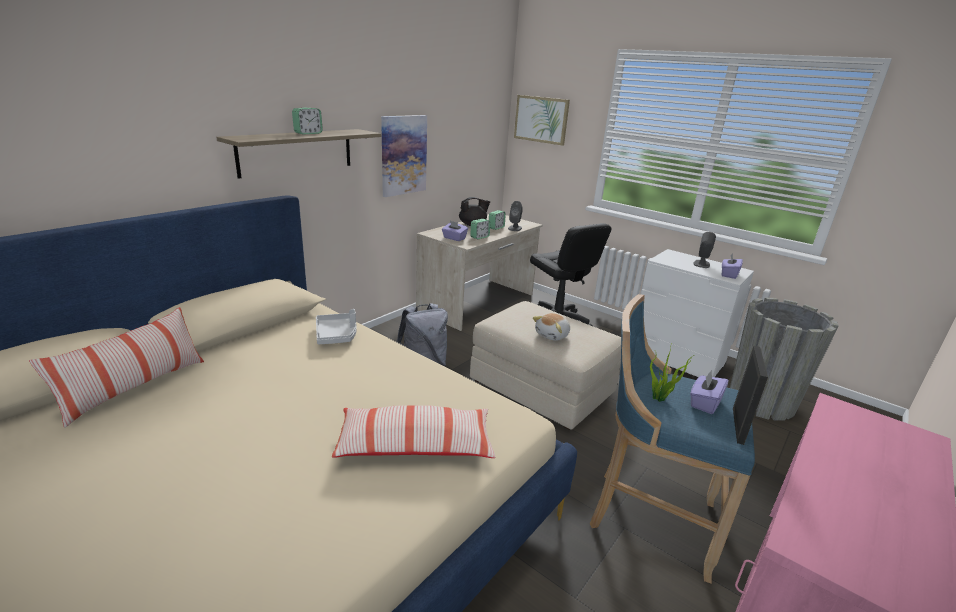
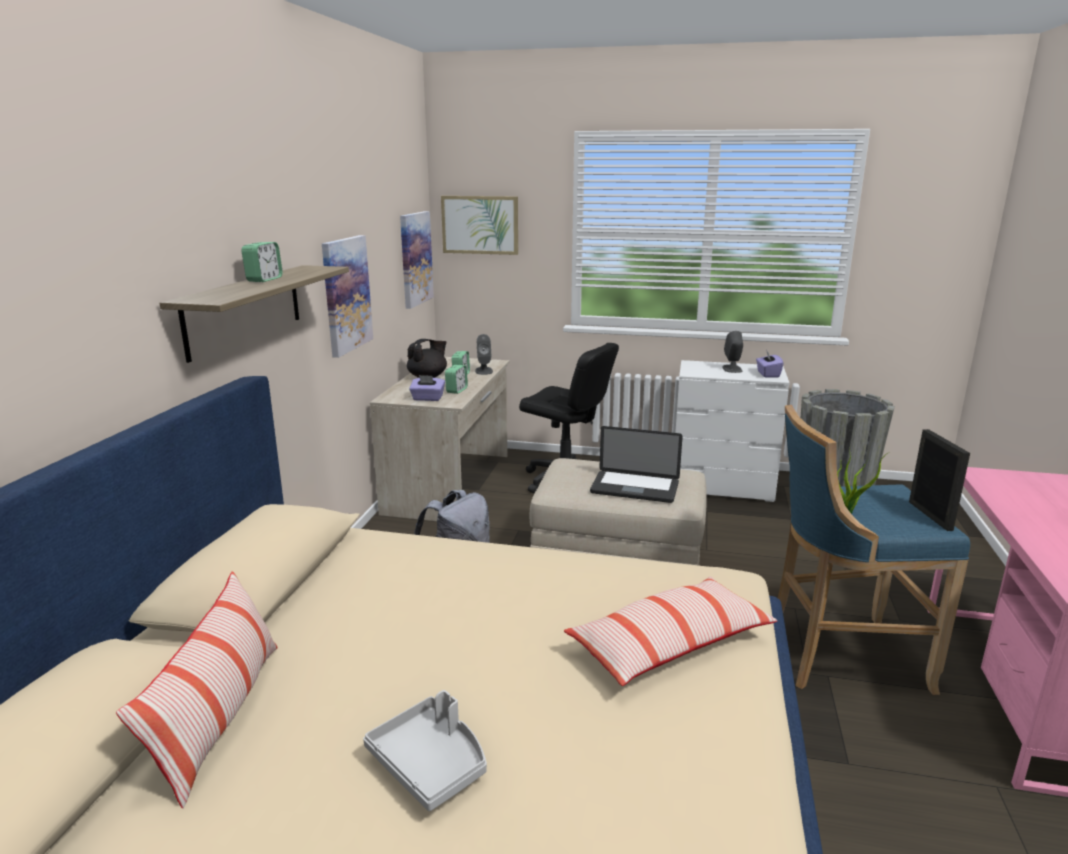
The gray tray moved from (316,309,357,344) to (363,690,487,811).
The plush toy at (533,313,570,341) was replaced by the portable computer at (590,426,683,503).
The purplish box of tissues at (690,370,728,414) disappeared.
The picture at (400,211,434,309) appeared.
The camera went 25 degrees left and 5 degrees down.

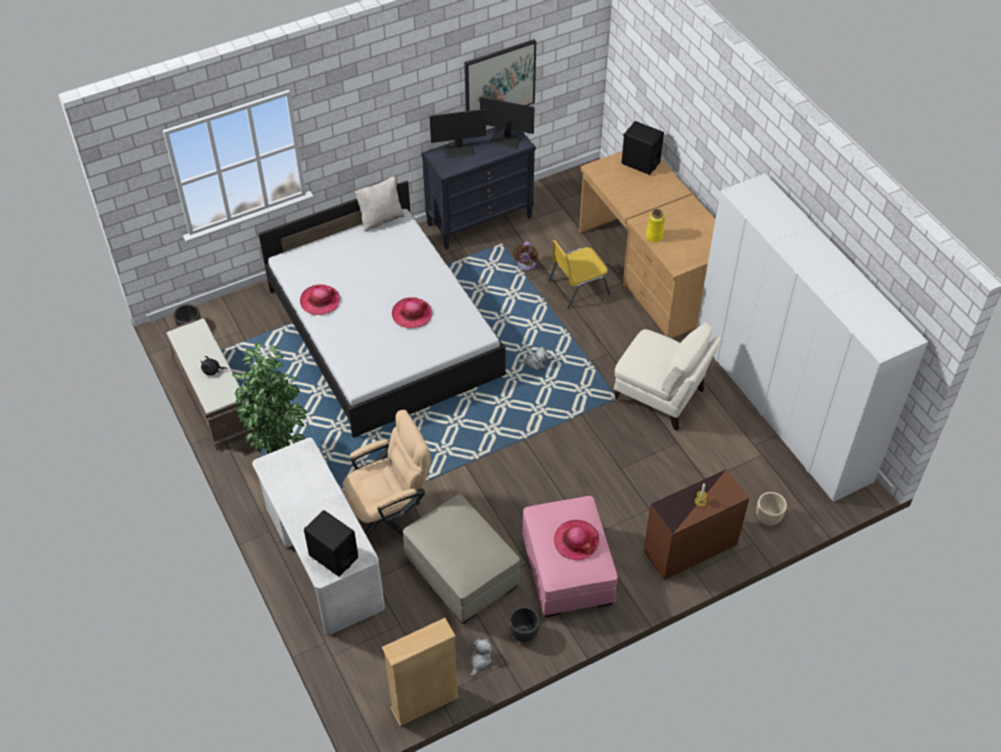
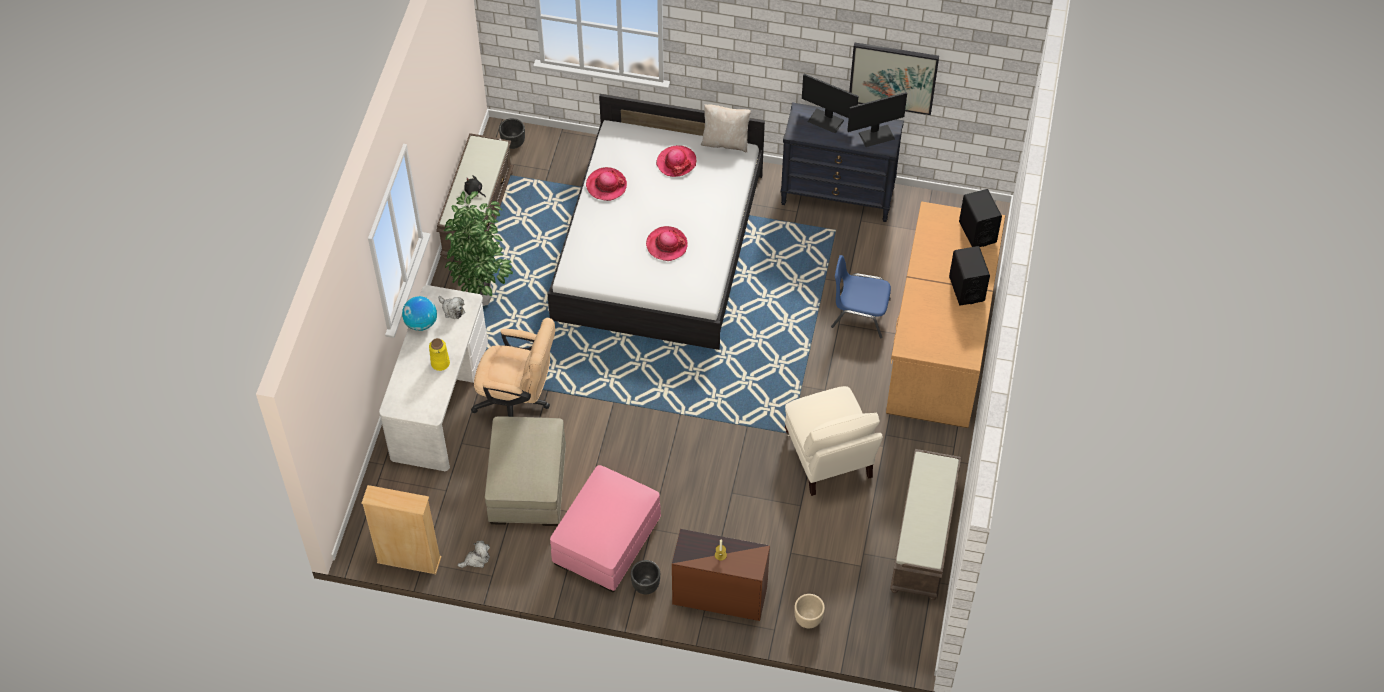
The computer display at (480,97,535,149) turned 75 degrees counterclockwise.
The white-coloured armoire at (696,173,928,502) was replaced by the brownish bench at (890,449,962,600).
The yellow flower vase moved from (646,209,665,242) to (429,338,450,371).
The yellow upright chair at (548,240,610,309) became the blue-coloured upright chair at (831,255,891,339).
The brownish fan at (513,241,538,271) disappeared.
The plush toy moved from (517,346,549,370) to (438,296,465,319).
The black-coloured loudspeaker moved from (304,510,358,576) to (949,246,990,305).
The wearable hat moved from (554,520,599,560) to (656,145,696,177).
The black-coloured flower pot moved from (509,607,540,642) to (631,560,660,594).
The globe at (402,296,437,331) appeared.
The camera went 40 degrees right and 5 degrees up.

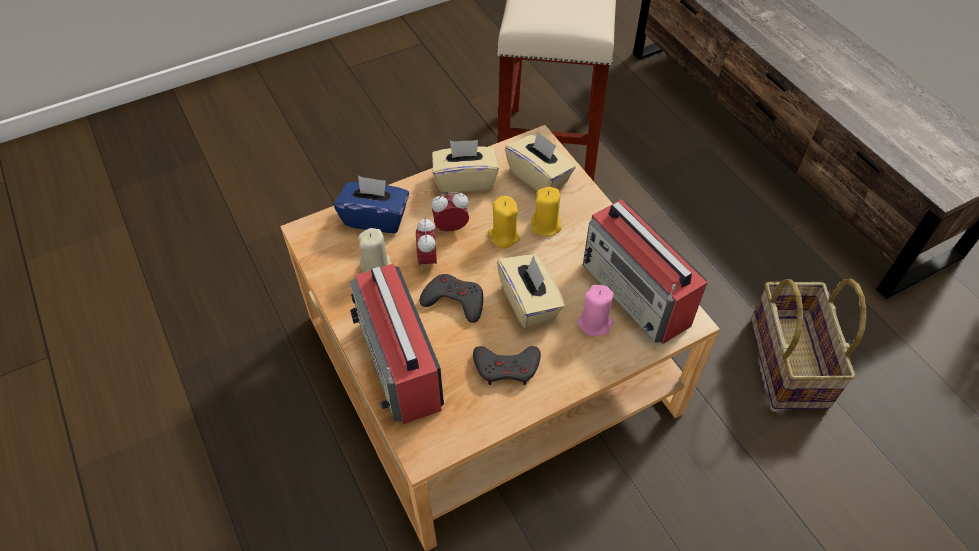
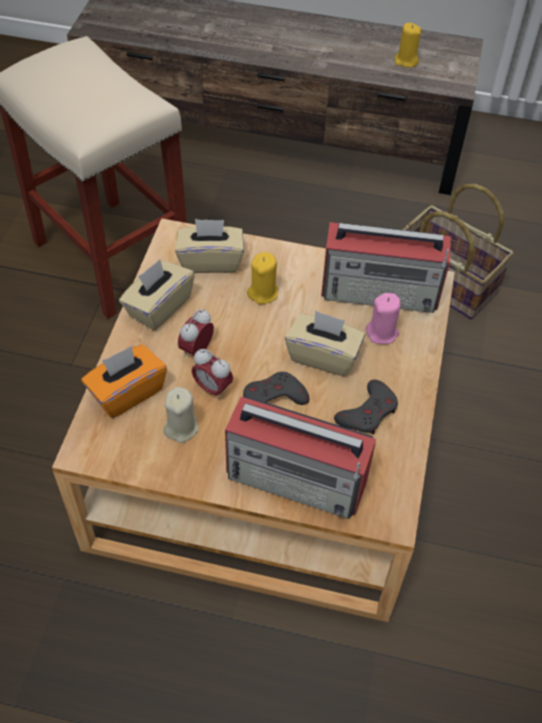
The blue-coloured box of tissues at (334,176,409,233) became the orangey box of tissues at (81,345,167,418).
The yellow candle moved from (488,196,520,248) to (394,23,421,68).
The camera went 50 degrees left and 0 degrees up.

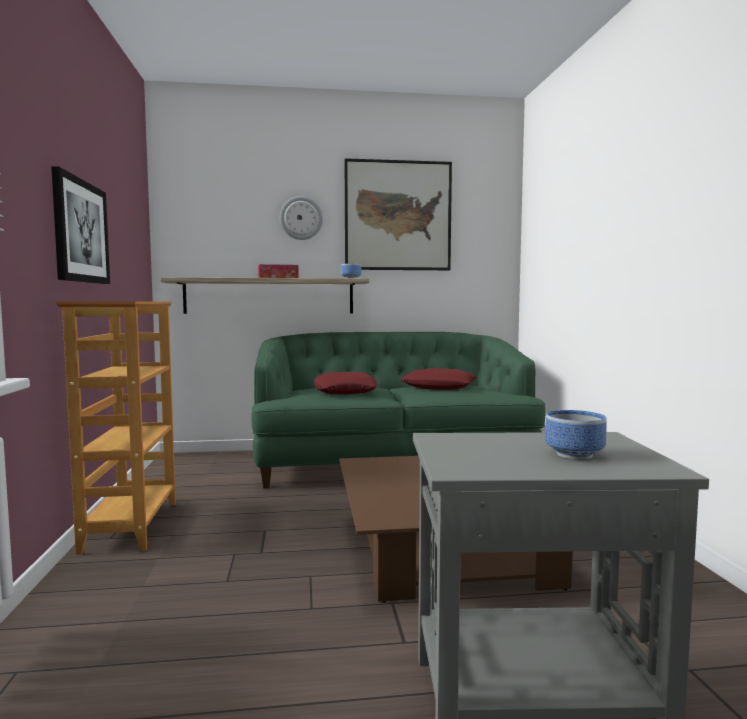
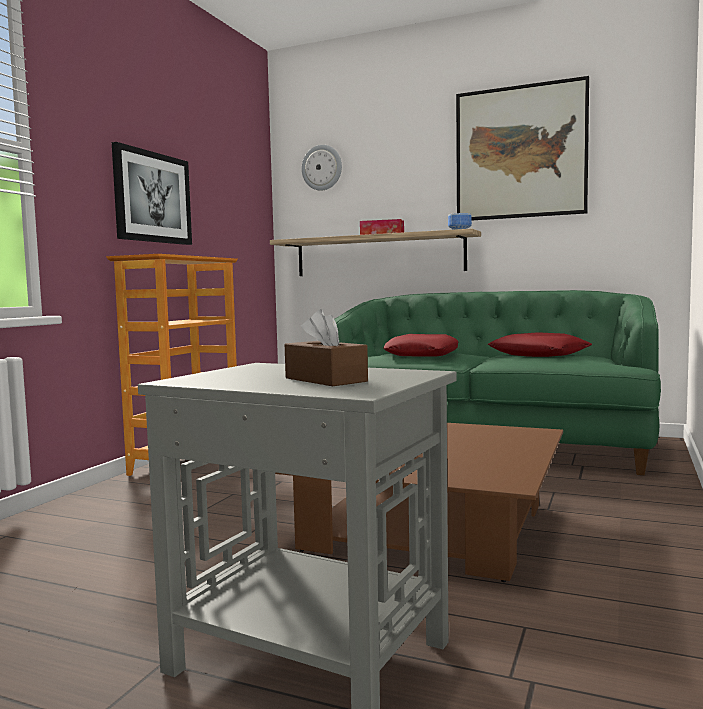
The clock on the wall moved from (280,196,323,240) to (302,145,342,191).
The bowl at (545,410,607,460) was replaced by the brownish box of tissues at (285,309,368,386).
The camera went 30 degrees right and 0 degrees up.

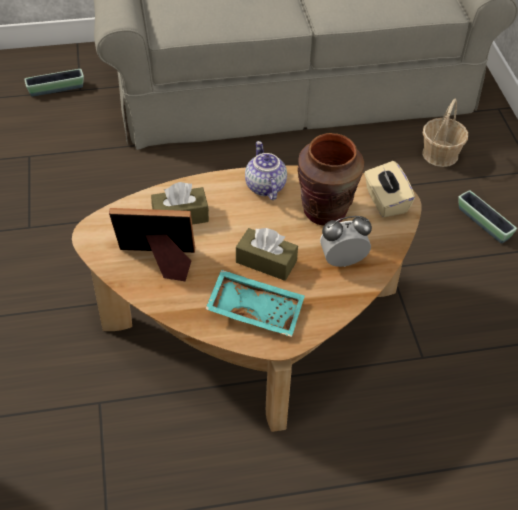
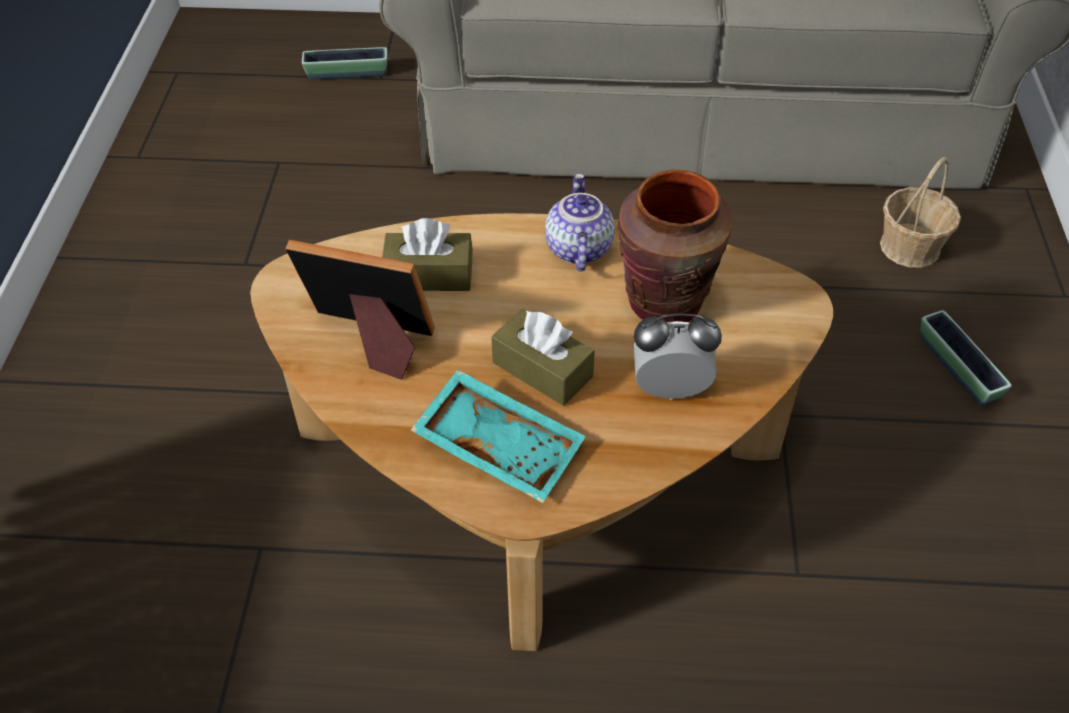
The sand-coloured box of tissues at (364,161,415,218) disappeared.
The camera went 15 degrees right and 0 degrees up.

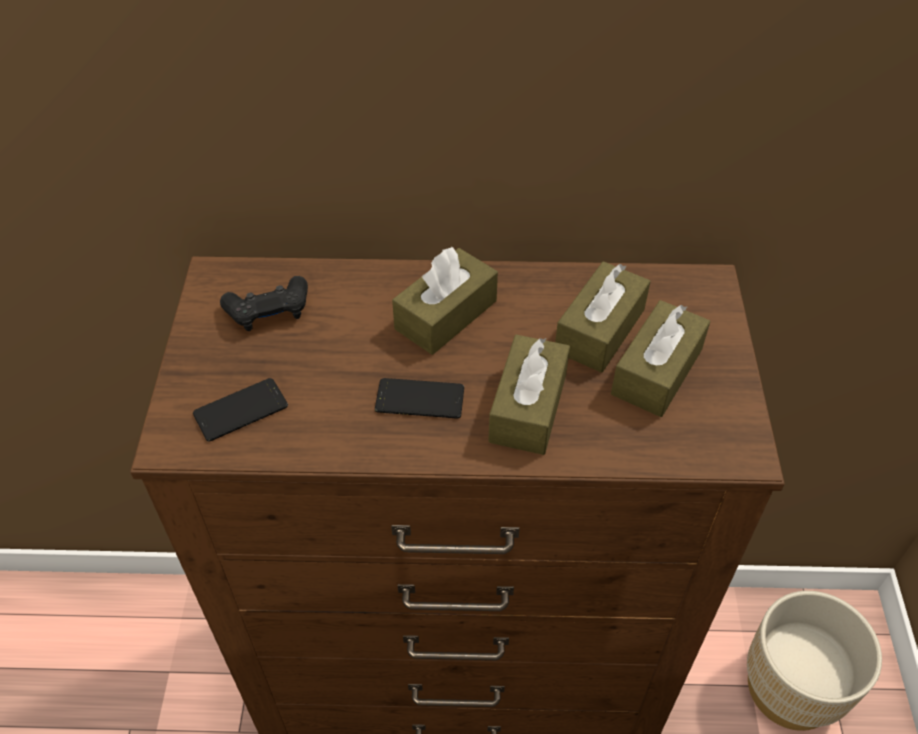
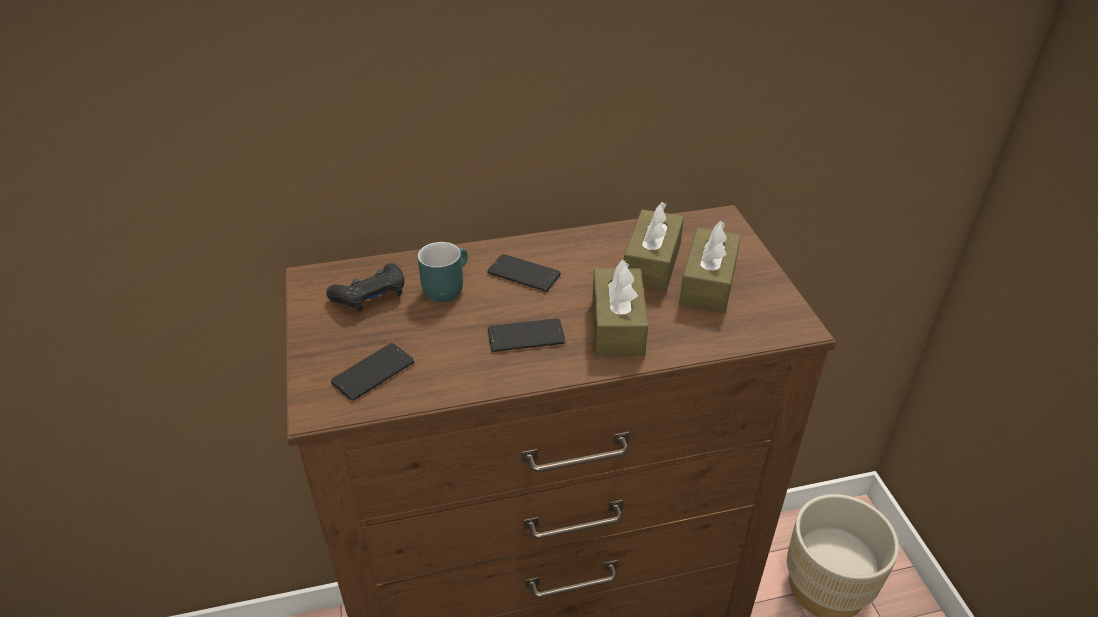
The brownish box of tissues at (392,246,498,355) was replaced by the telephone at (487,254,561,291).
The blue-green coffee mug at (417,242,468,302) appeared.
The camera went 15 degrees left and 10 degrees down.

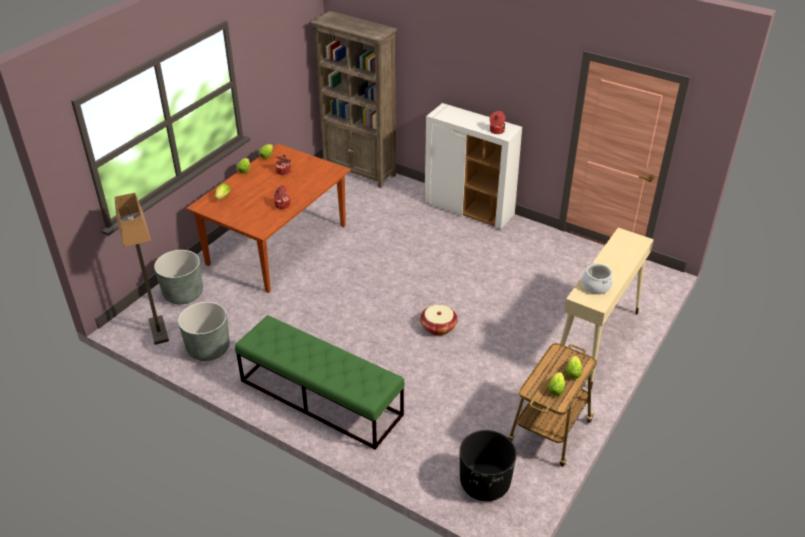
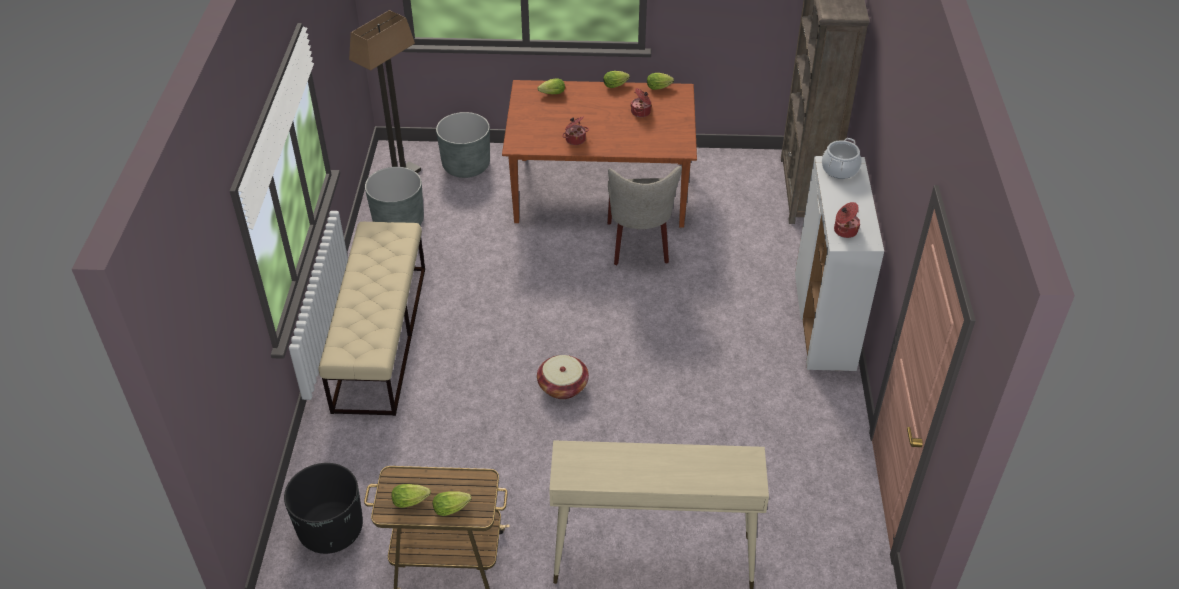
The stockpot moved from (582,261,613,294) to (822,138,861,179).
The green bench at (235,315,405,450) became the sand-coloured bench at (318,222,425,416).
The sand-coloured upright chair at (607,166,682,265) appeared.
The camera went 60 degrees right and 5 degrees up.

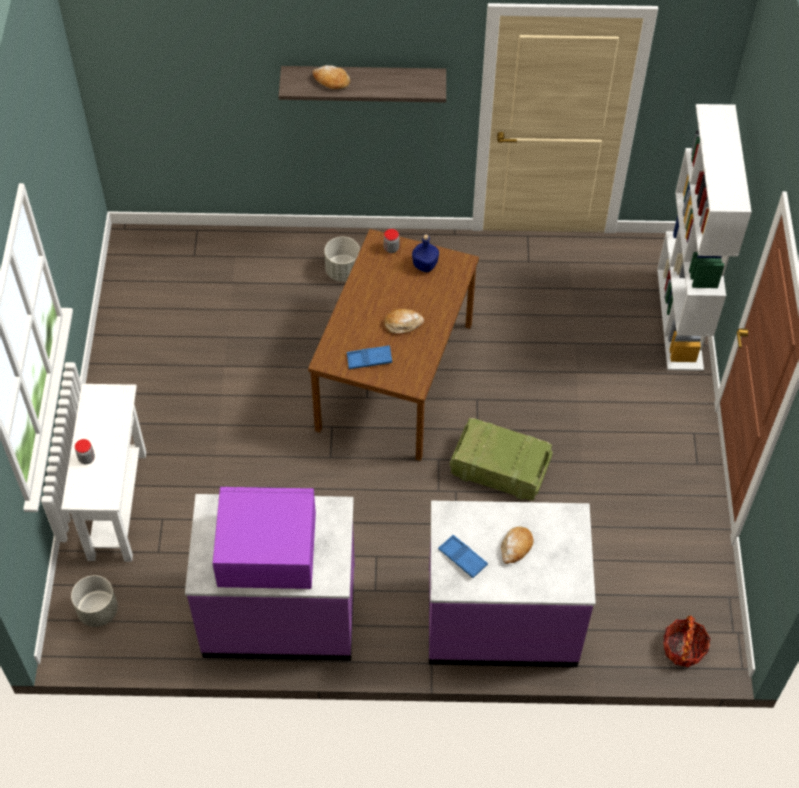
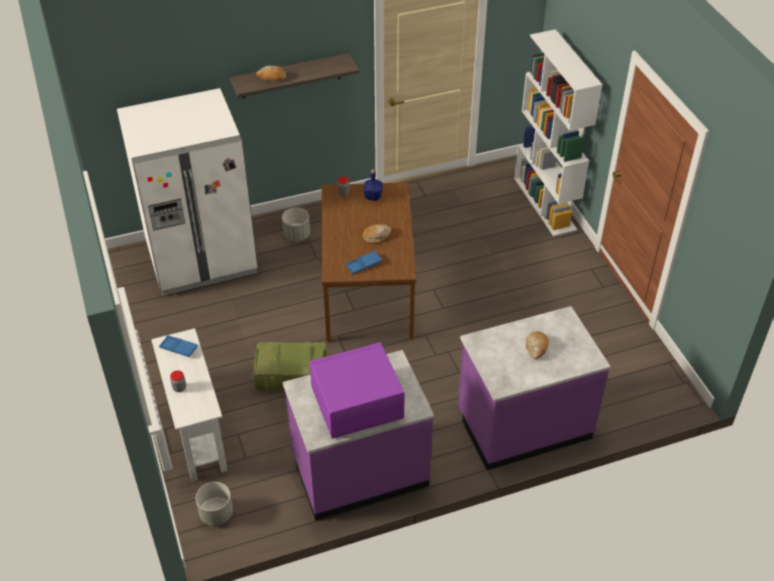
The packing crate moved from (450,418,553,501) to (252,342,329,392).
The blue-coloured tray moved from (438,535,488,578) to (159,335,198,357).
The household basket at (663,616,711,667) disappeared.
The white-coloured fridge at (117,88,258,296) appeared.
The camera went 20 degrees left and 10 degrees down.

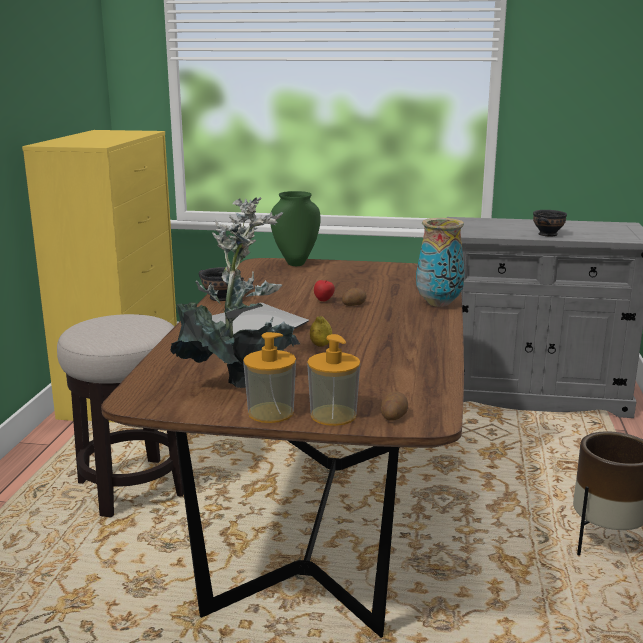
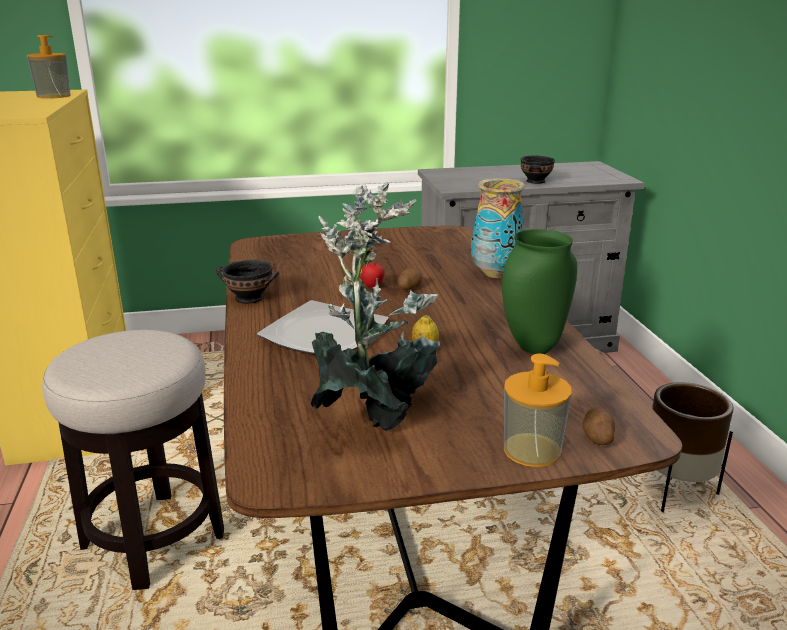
The green flower vase moved from (270,191,320,266) to (502,229,577,354).
The liquid soap bottle moved from (243,332,296,423) to (27,35,71,99).
The camera went 20 degrees left and 5 degrees up.

